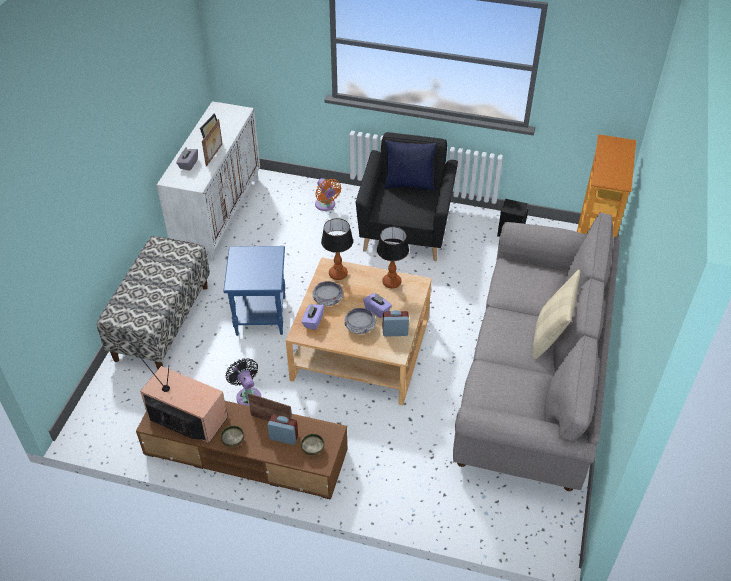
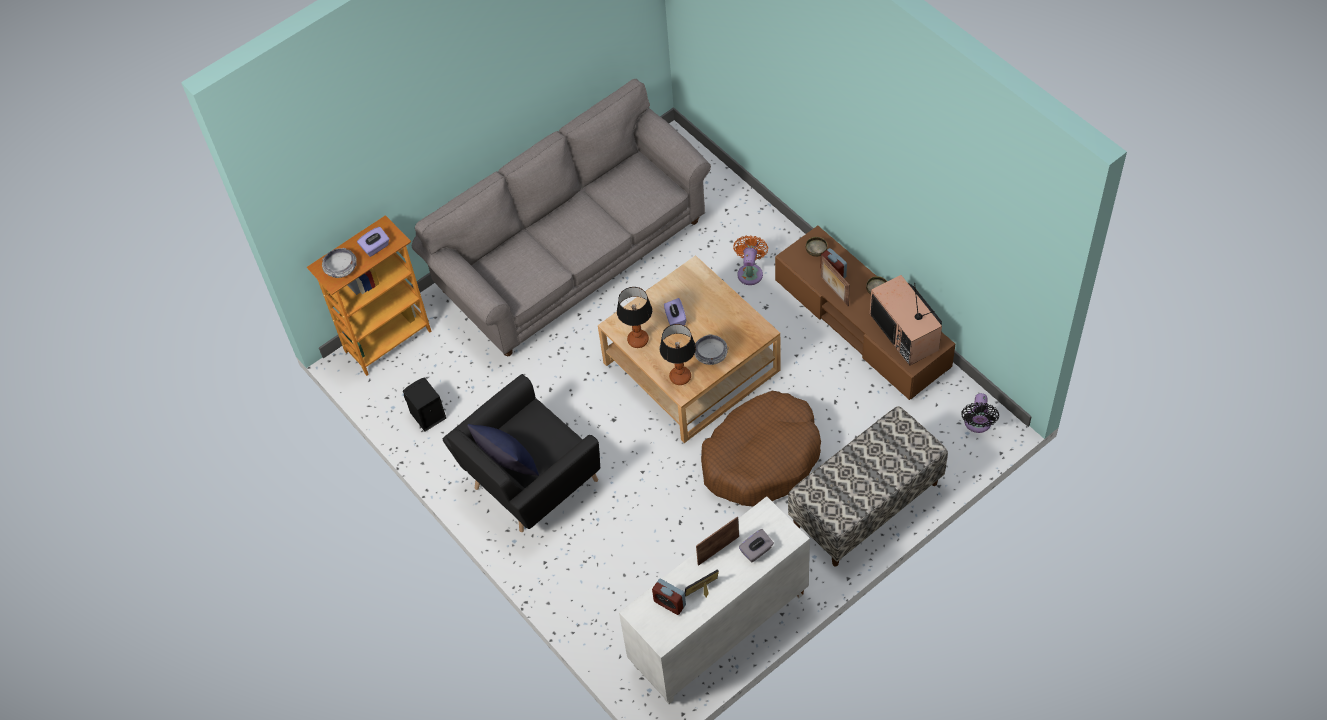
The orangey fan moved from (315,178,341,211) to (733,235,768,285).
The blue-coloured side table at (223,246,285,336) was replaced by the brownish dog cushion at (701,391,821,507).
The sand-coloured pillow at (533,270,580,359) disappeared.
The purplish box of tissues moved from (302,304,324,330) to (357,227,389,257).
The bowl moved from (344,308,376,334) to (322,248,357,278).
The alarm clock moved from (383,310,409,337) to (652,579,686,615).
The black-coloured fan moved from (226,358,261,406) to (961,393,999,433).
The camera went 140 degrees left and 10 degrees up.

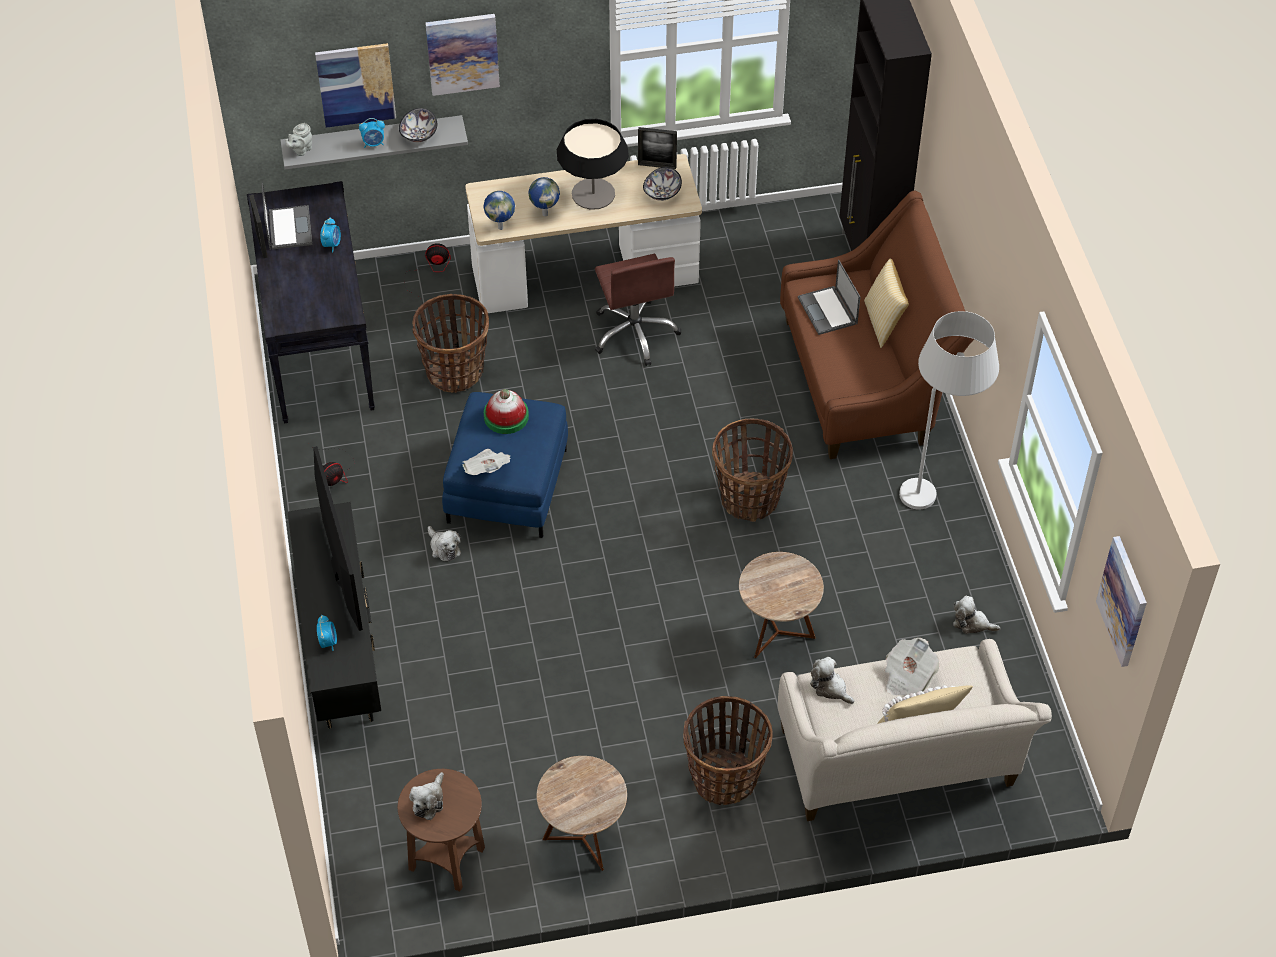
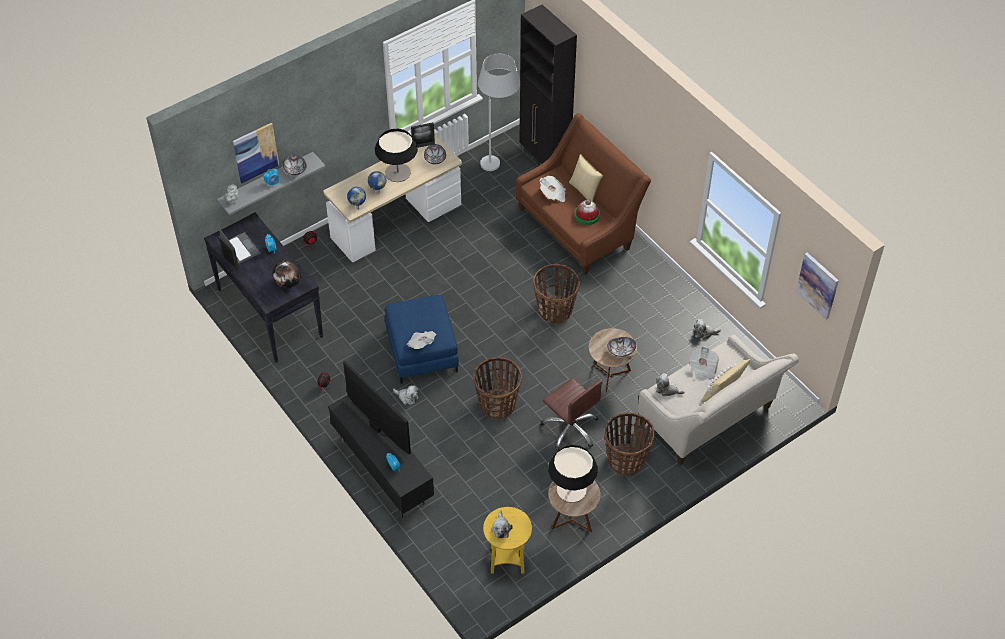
The picture at (425,14,500,96) disappeared.
The brownish computer chair moved from (595,254,681,366) to (541,378,603,451).
The portable computer at (798,260,860,335) was replaced by the daily paper at (540,176,566,202).
The household basket moved from (412,294,489,393) to (473,357,522,419).
The white-coloured standing lamp moved from (899,311,999,510) to (478,54,520,171).
The wearable hat moved from (484,389,529,434) to (575,199,600,225).
The brownish side table at (398,769,485,892) became the yellow side table at (483,507,532,574).
The globe at (273,259,302,288) appeared.
The bowl at (607,337,636,357) appeared.
The lamp for a table at (548,445,598,503) appeared.
The camera went 25 degrees left and 0 degrees up.

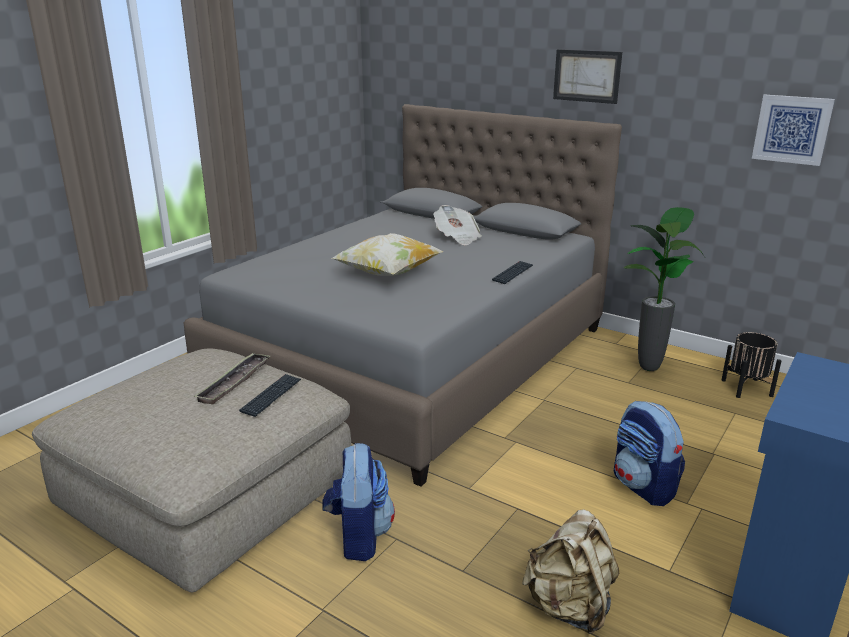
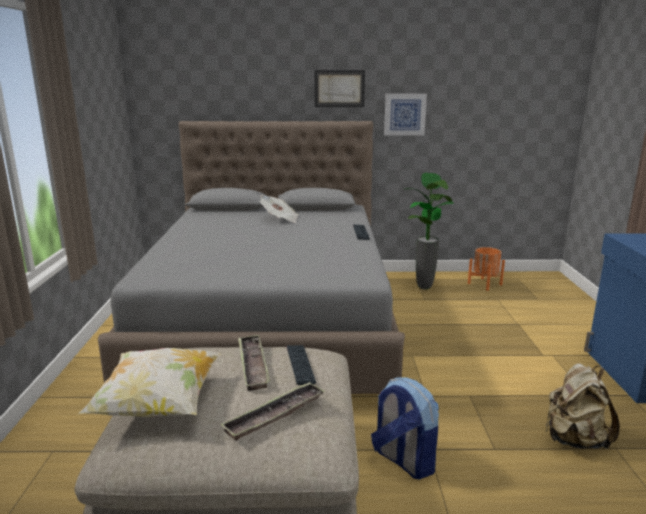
The picture moved from (752,94,835,166) to (384,93,427,136).
The pillow moved from (332,233,443,276) to (78,348,221,417).
The black-coloured flower pot at (722,332,781,398) became the orangey flower pot at (468,247,505,291).
The rucksack at (614,401,685,506) disappeared.
The tray at (220,382,325,441) appeared.
The camera went 35 degrees left and 5 degrees down.

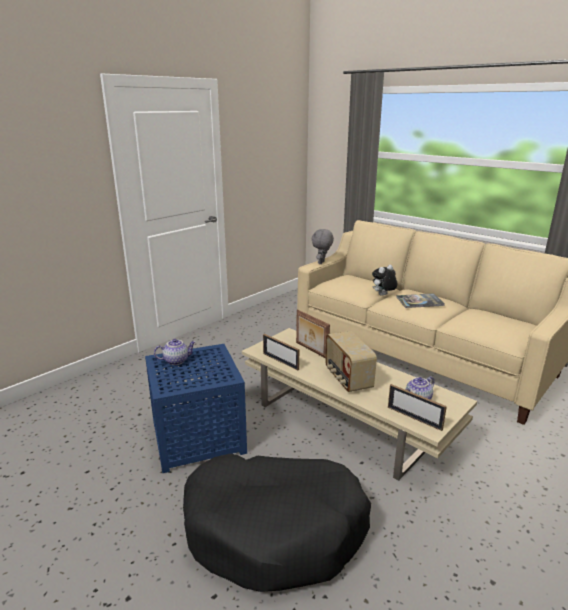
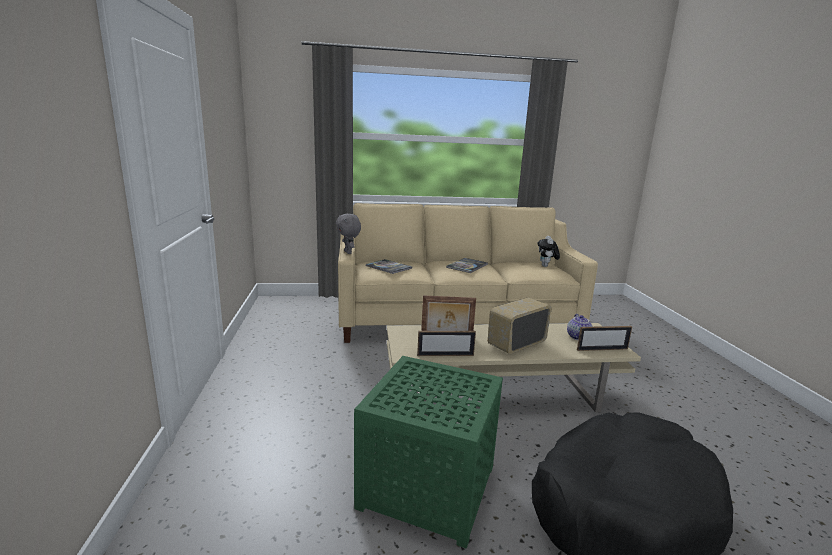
The plush toy moved from (372,265,397,296) to (538,236,560,267).
The radio at (325,331,377,392) turned 120 degrees clockwise.
The teapot at (154,339,196,365) disappeared.
The blue-coloured side table at (145,344,247,474) became the green side table at (354,356,503,549).
The book at (366,259,412,274) appeared.
The camera went 50 degrees left and 5 degrees down.

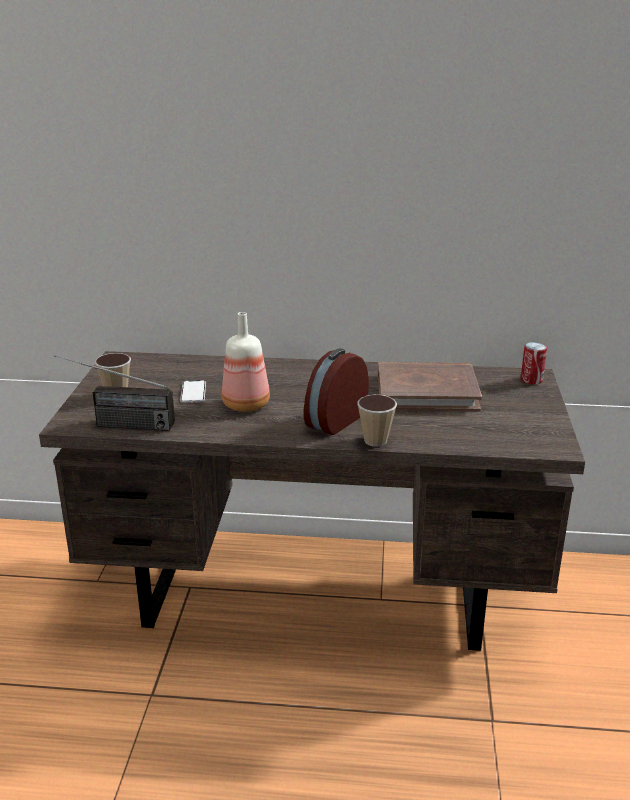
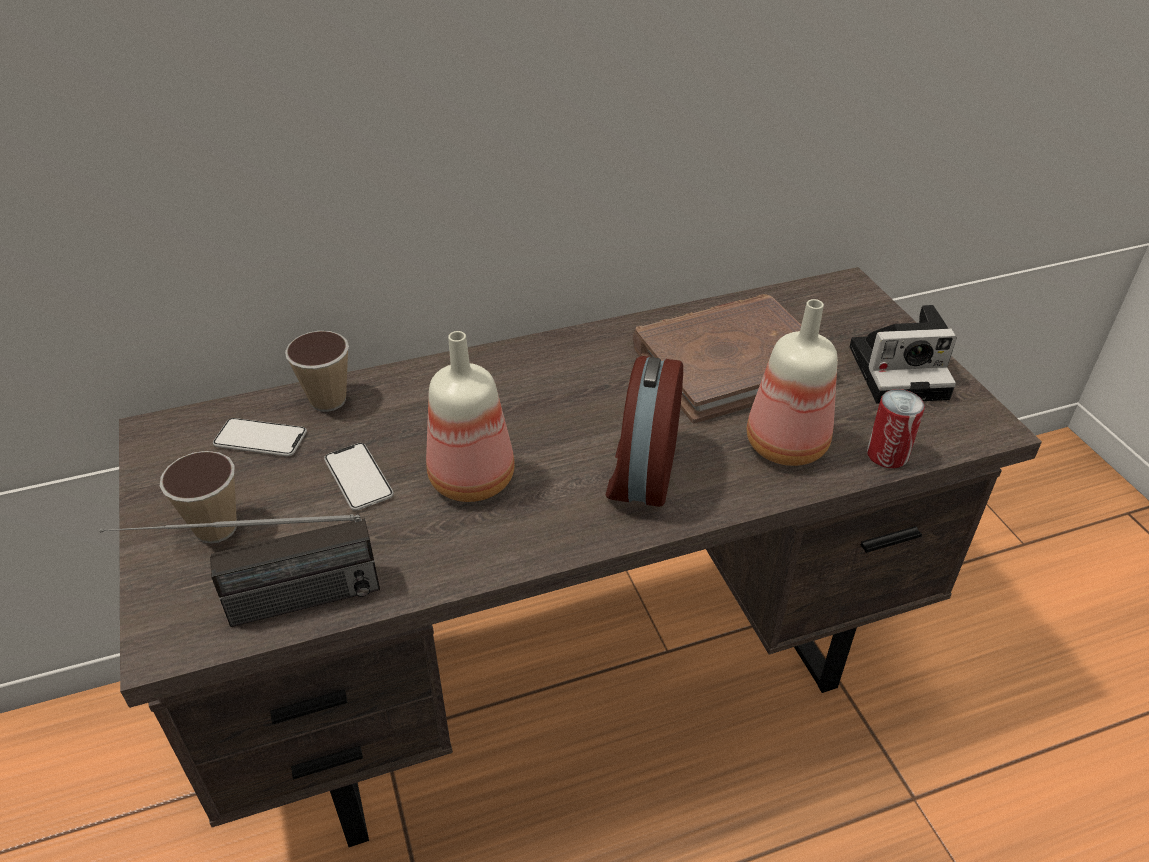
The sealed can moved from (521,342,547,385) to (867,389,925,468).
The small cup moved from (357,395,397,447) to (285,331,349,412).
The drink bottle at (747,299,838,466) appeared.
The photo camera at (849,305,957,404) appeared.
The telephone at (213,418,307,456) appeared.
The camera went 25 degrees left and 15 degrees up.

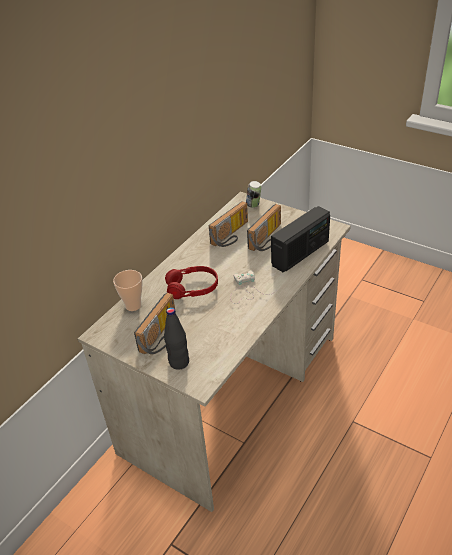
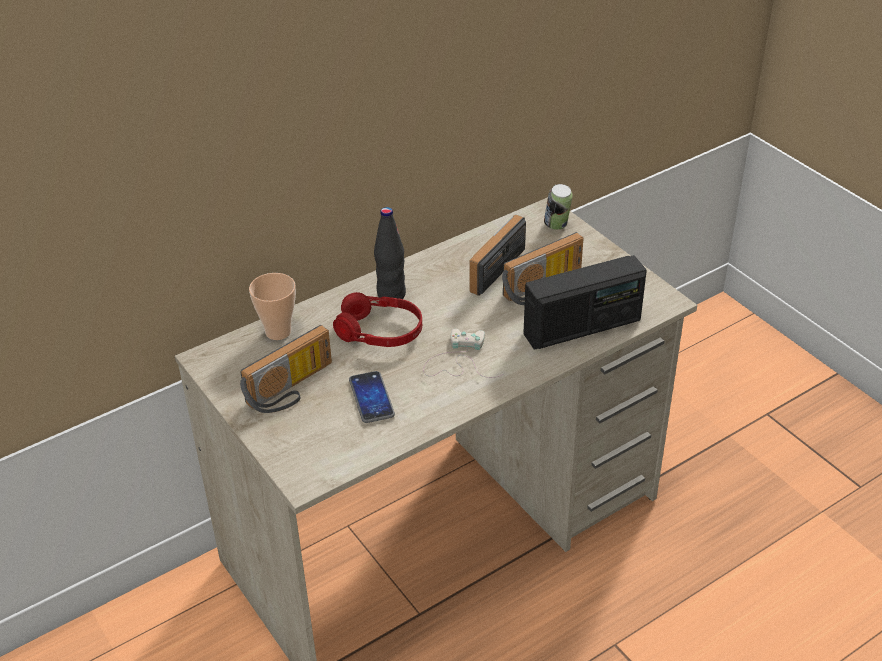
The radio at (209,201,248,247) turned 150 degrees clockwise.
The black-coloured drink bottle moved from (164,307,189,370) to (374,207,406,299).
The telephone at (349,371,395,423) appeared.
The camera went 20 degrees right and 0 degrees up.

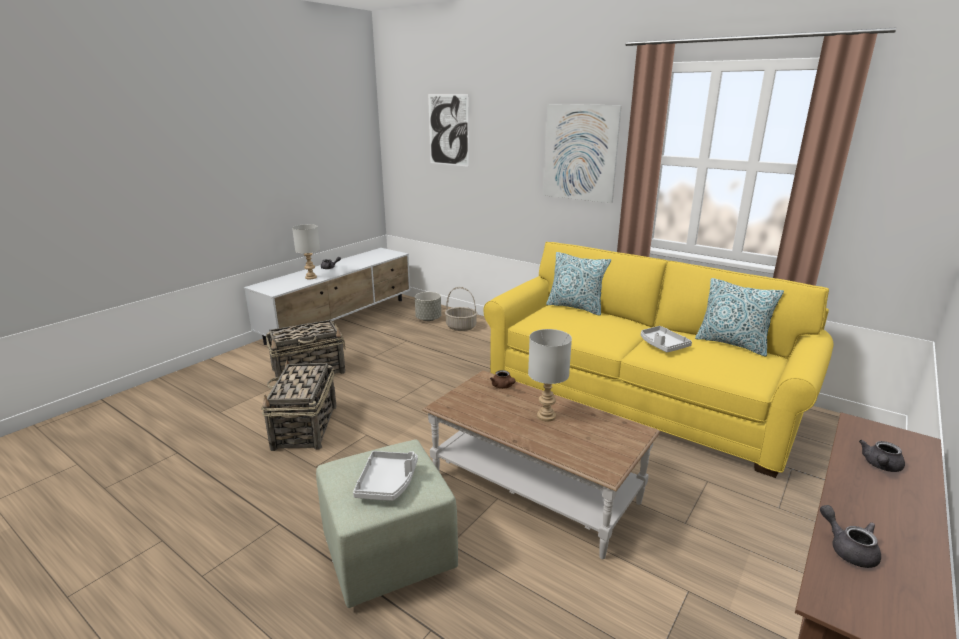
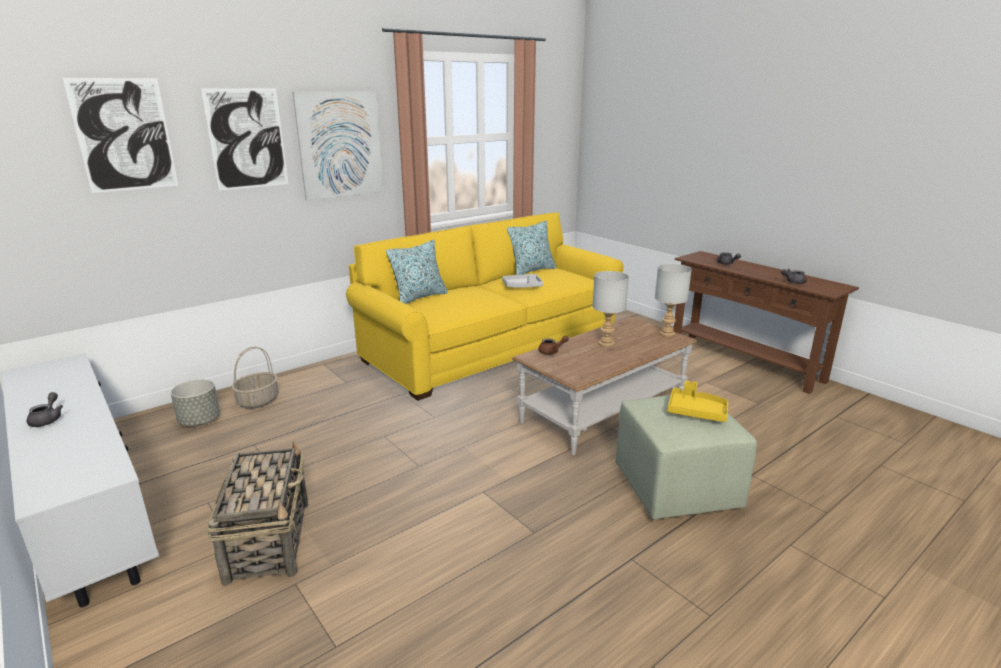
The gray lamp for a table moved from (292,224,320,280) to (655,264,692,337).
The household basket at (262,359,337,451) disappeared.
The gray tray at (353,451,418,501) became the yellow tray at (667,381,728,422).
The picture at (201,88,288,191) appeared.
The camera went 75 degrees left and 0 degrees up.

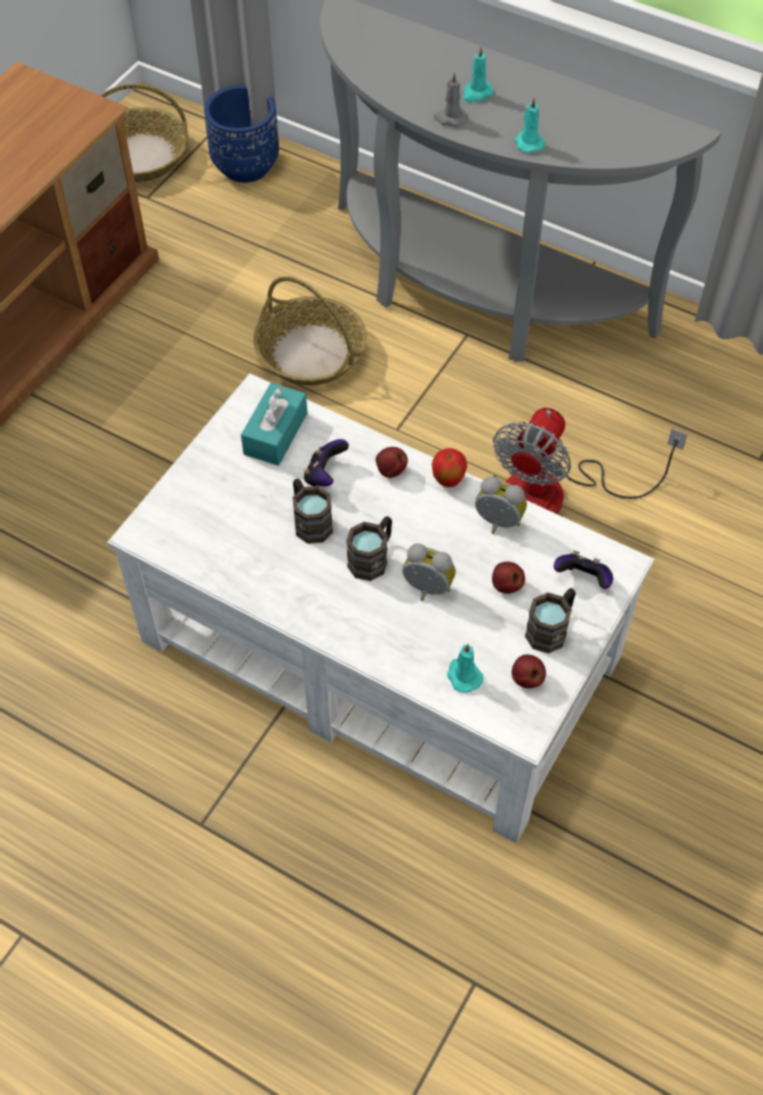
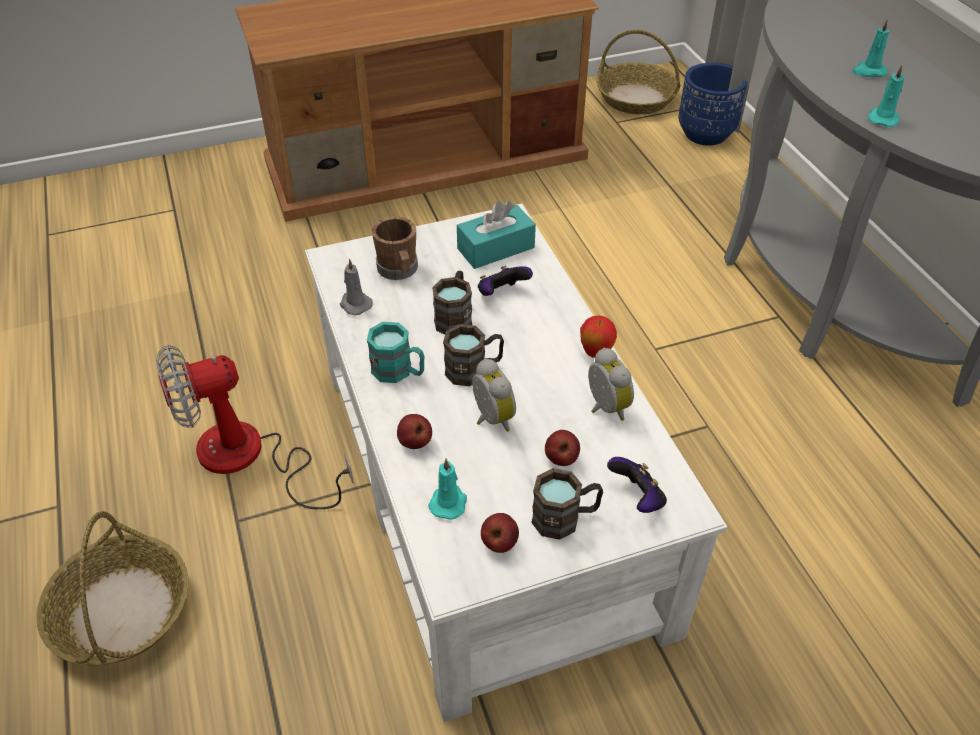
The gray candle moved from (434,72,468,127) to (340,258,373,315).
The household basket moved from (253,276,367,386) to (36,511,188,666).
The fan moved from (493,408,688,514) to (156,345,354,509).
The whole apple moved from (376,447,408,478) to (397,414,432,449).
The brownish coffee mug at (372,216,418,280) appeared.
The blue-green coffee mug at (367,322,425,383) appeared.
The camera went 40 degrees right and 10 degrees down.

